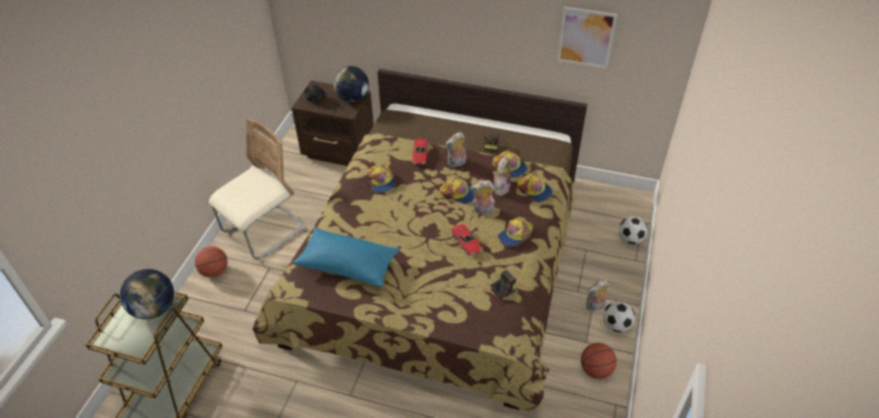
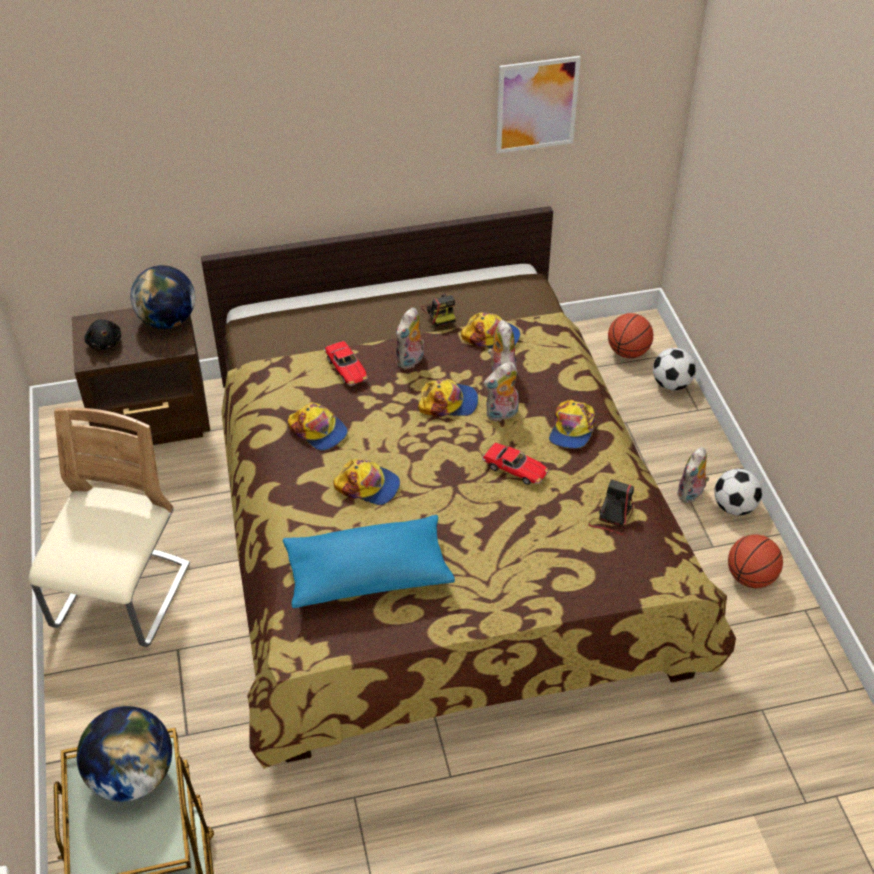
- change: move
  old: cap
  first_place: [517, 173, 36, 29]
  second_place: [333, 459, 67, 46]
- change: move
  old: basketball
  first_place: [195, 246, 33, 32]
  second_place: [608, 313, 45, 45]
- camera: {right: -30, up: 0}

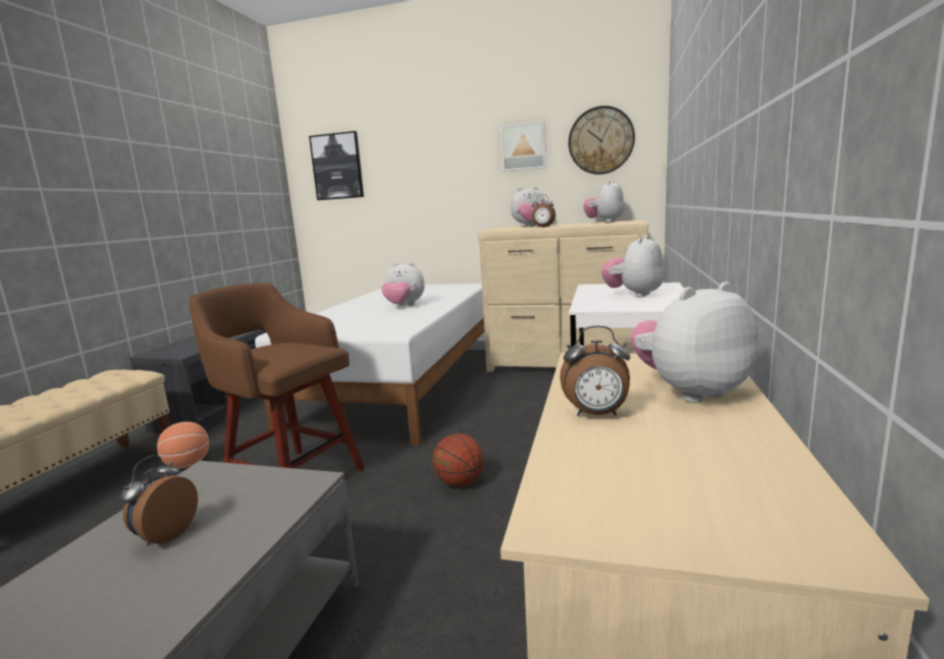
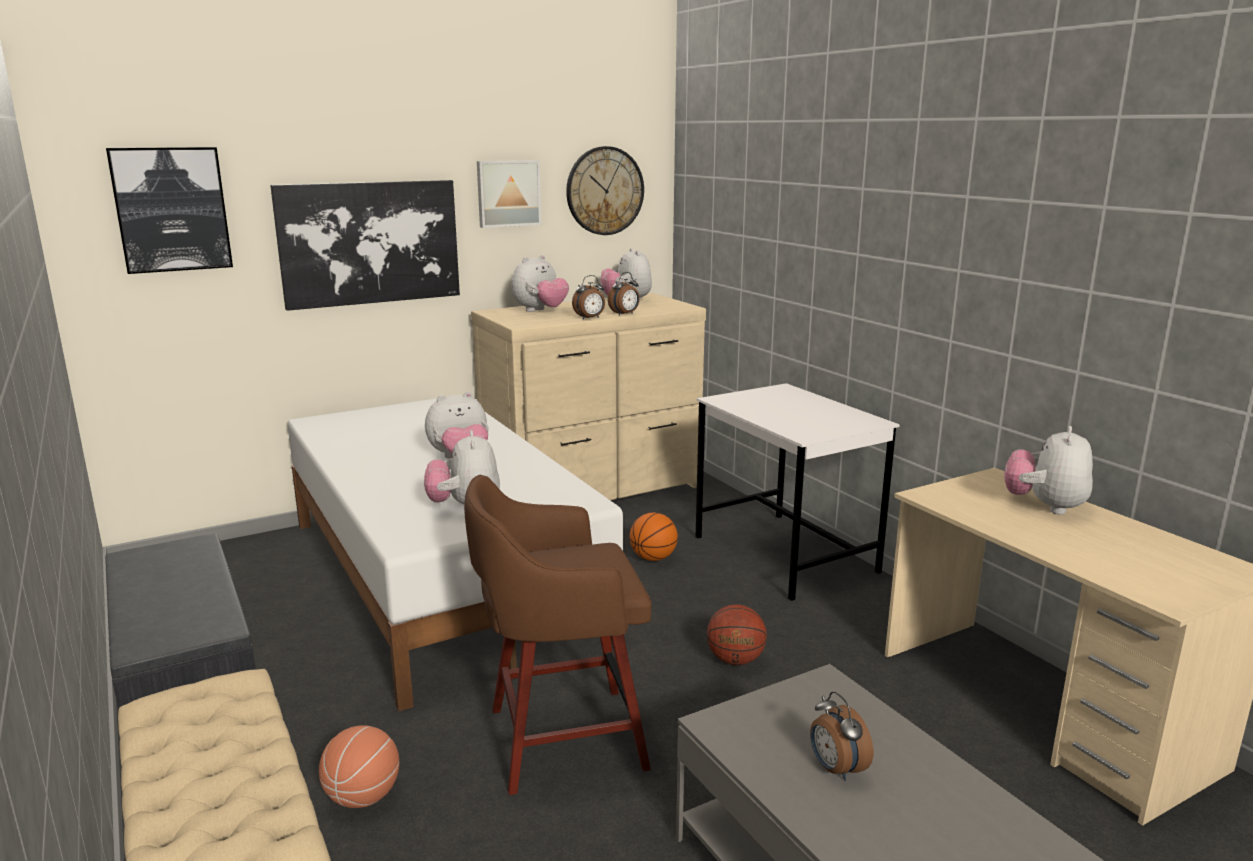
- change: insert
  new: picture
  second_place: [271, 180, 189, 131]
- change: move
  old: plush_toy
  first_place: [602, 235, 62, 62]
  second_place: [424, 430, 76, 74]
- change: move
  old: alarm_clock
  first_place: [560, 326, 70, 90]
  second_place: [608, 272, 32, 44]
- change: insert
  new: basketball
  second_place: [630, 513, 48, 48]
- camera: {right: -45, up: 5}

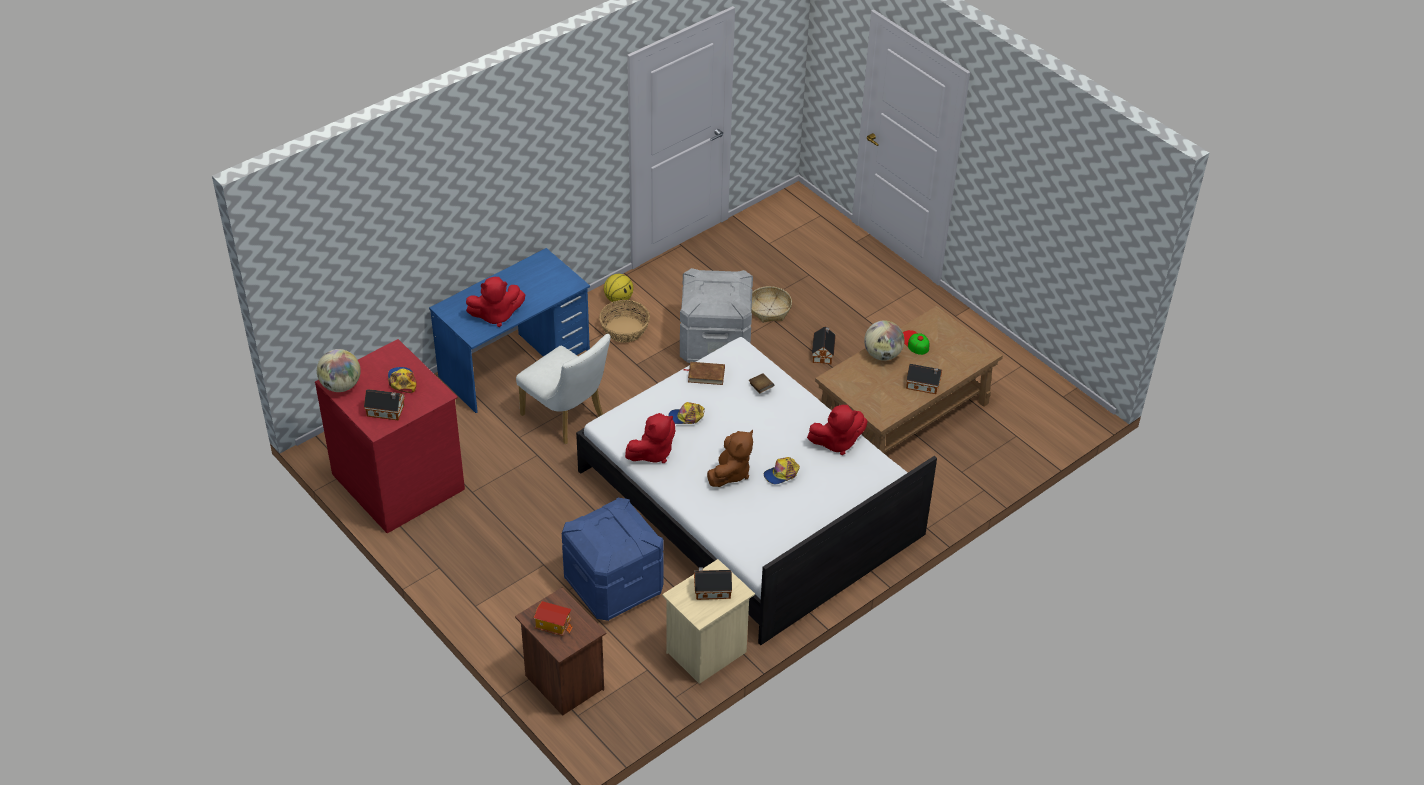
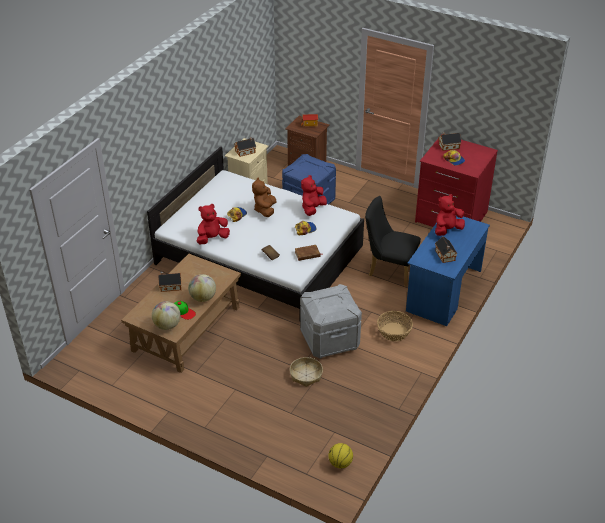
- change: move
  old: globe
  first_place: [317, 349, 44, 43]
  second_place: [152, 301, 29, 29]
- change: move
  old: basketball
  first_place: [604, 274, 29, 28]
  second_place: [328, 443, 25, 26]
- change: recolor
  old: white_chair
  new: black_chair
  first_place: [516, 334, 95, 110]
  second_place: [365, 196, 56, 91]
- change: move
  old: toy_house
  first_place: [812, 326, 24, 38]
  second_place: [435, 236, 22, 27]
- camera: {right: 160, up: -5}

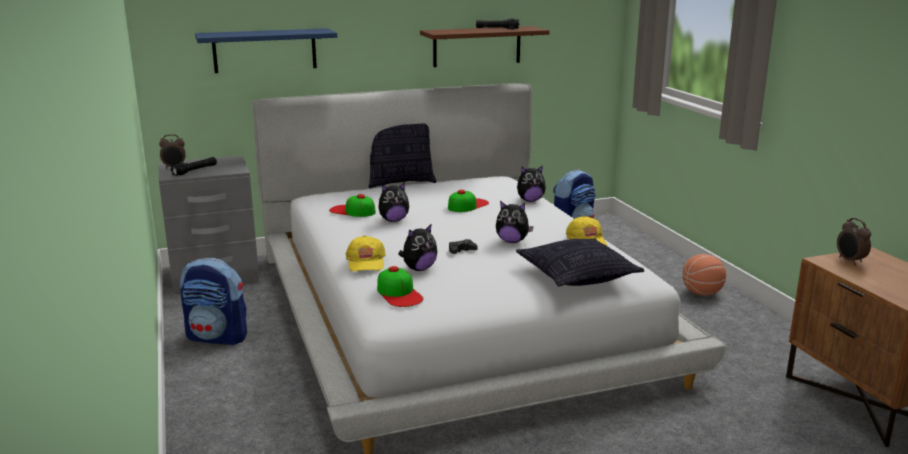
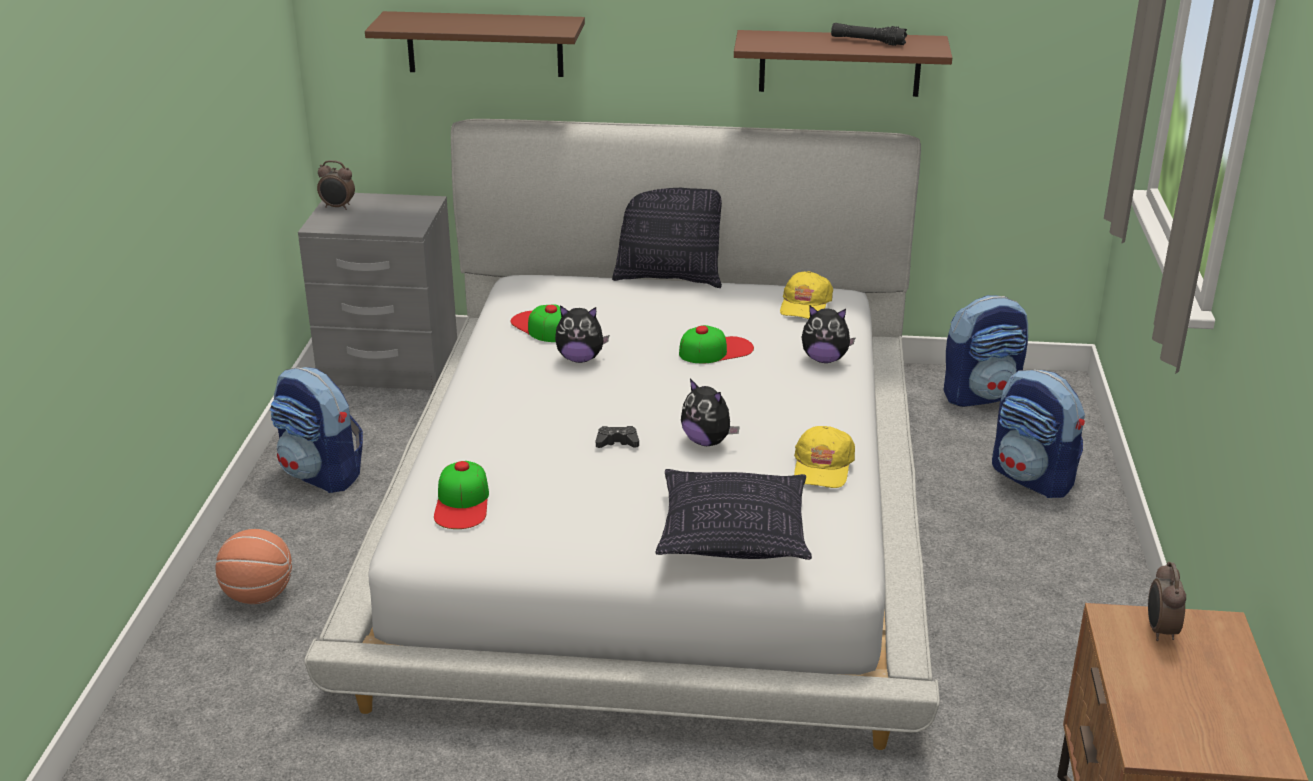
- change: move
  old: basketball
  first_place: [682, 254, 44, 42]
  second_place: [215, 529, 77, 75]
- change: recolor
  old: blue_shelf
  new: brown_shelf
  first_place: [195, 28, 142, 45]
  second_place: [365, 11, 220, 66]
- change: move
  old: yellow_cap
  first_place: [346, 235, 40, 37]
  second_place: [780, 271, 53, 48]
- change: insert
  new: backpack
  second_place: [992, 370, 93, 128]
- change: delete
  old: black_flashlight
  first_place: [170, 157, 47, 19]
- change: delete
  old: plush_toy
  first_place: [398, 223, 39, 48]
- camera: {right: 25, up: 10}

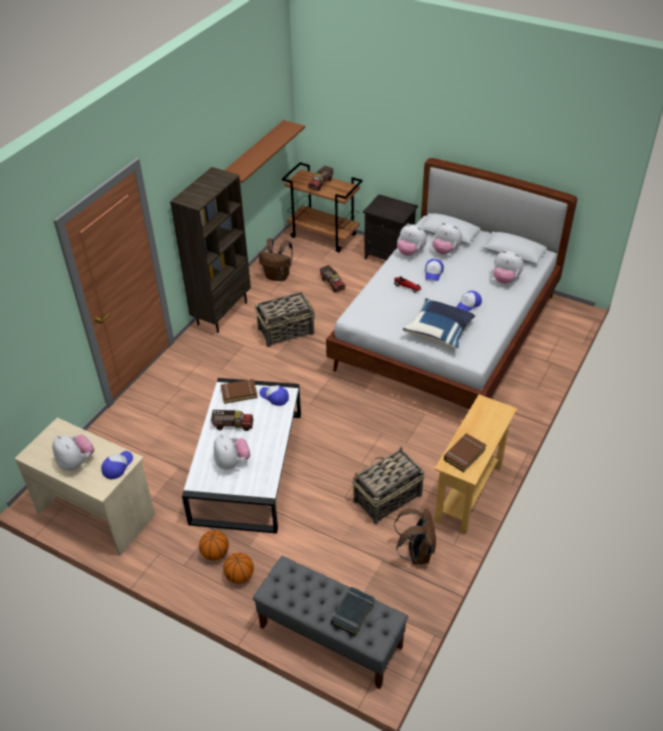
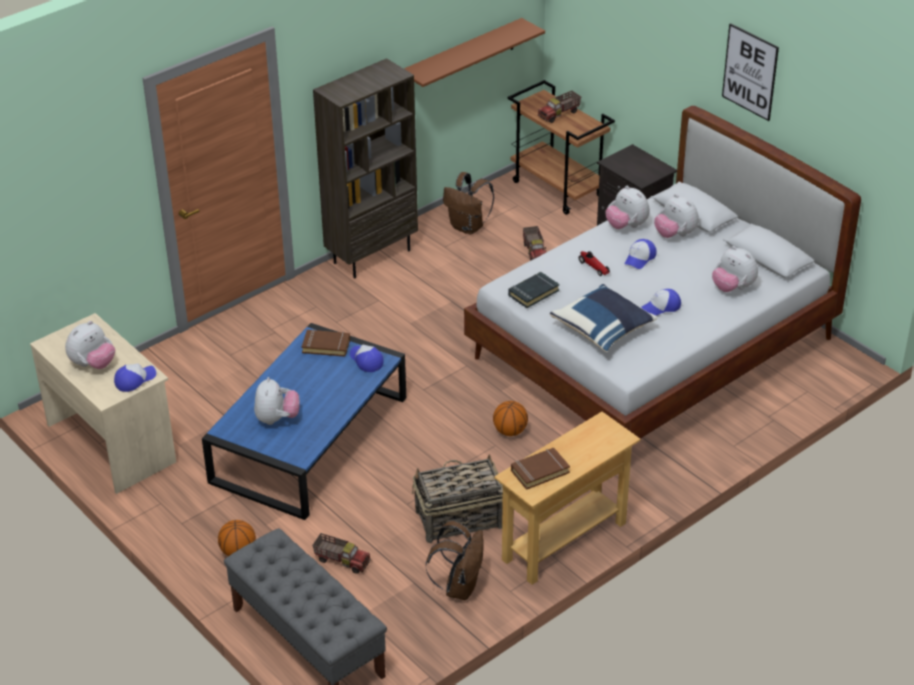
- change: rotate
  old: plush_toy
  first_place: [52, 434, 43, 37]
  second_place: [65, 321, 50, 48]
  degrees: 60
- change: recolor
  old: white_coffee_table
  new: blue_coffee_table
  first_place: [182, 378, 119, 156]
  second_place: [202, 323, 204, 197]
- change: move
  old: toy_truck
  first_place: [211, 410, 42, 21]
  second_place: [312, 533, 59, 41]
- change: move
  old: basketball
  first_place: [199, 530, 30, 31]
  second_place: [493, 401, 35, 35]
- change: move
  old: black_book
  first_place: [331, 587, 44, 48]
  second_place: [508, 272, 52, 36]
- change: insert
  new: picture
  second_place: [722, 23, 57, 98]
- change: delete
  old: basket
  first_place: [255, 292, 60, 55]
- camera: {right: 20, up: -5}

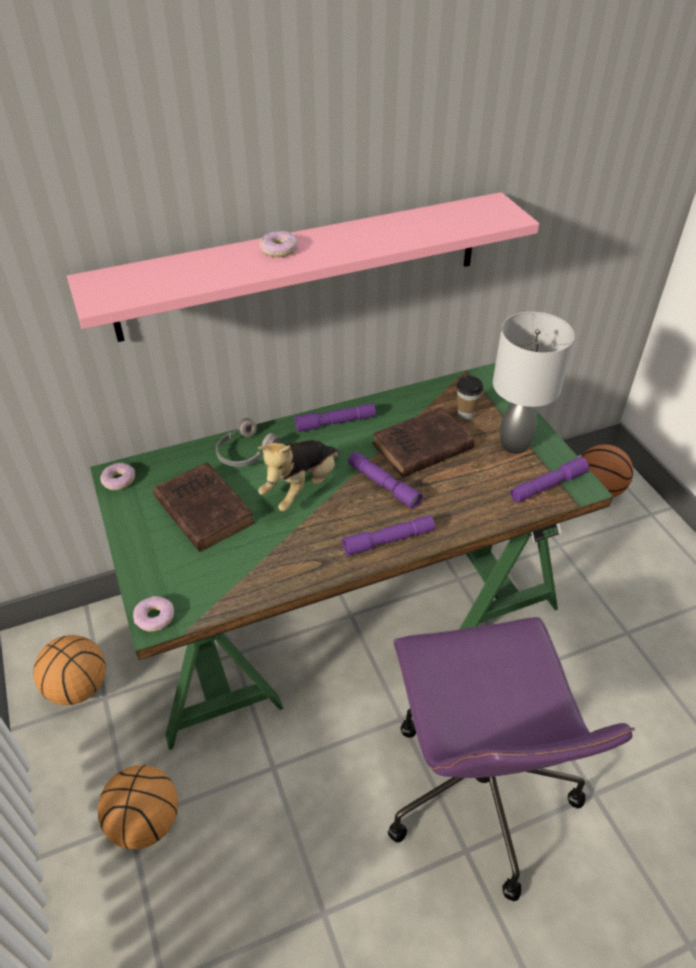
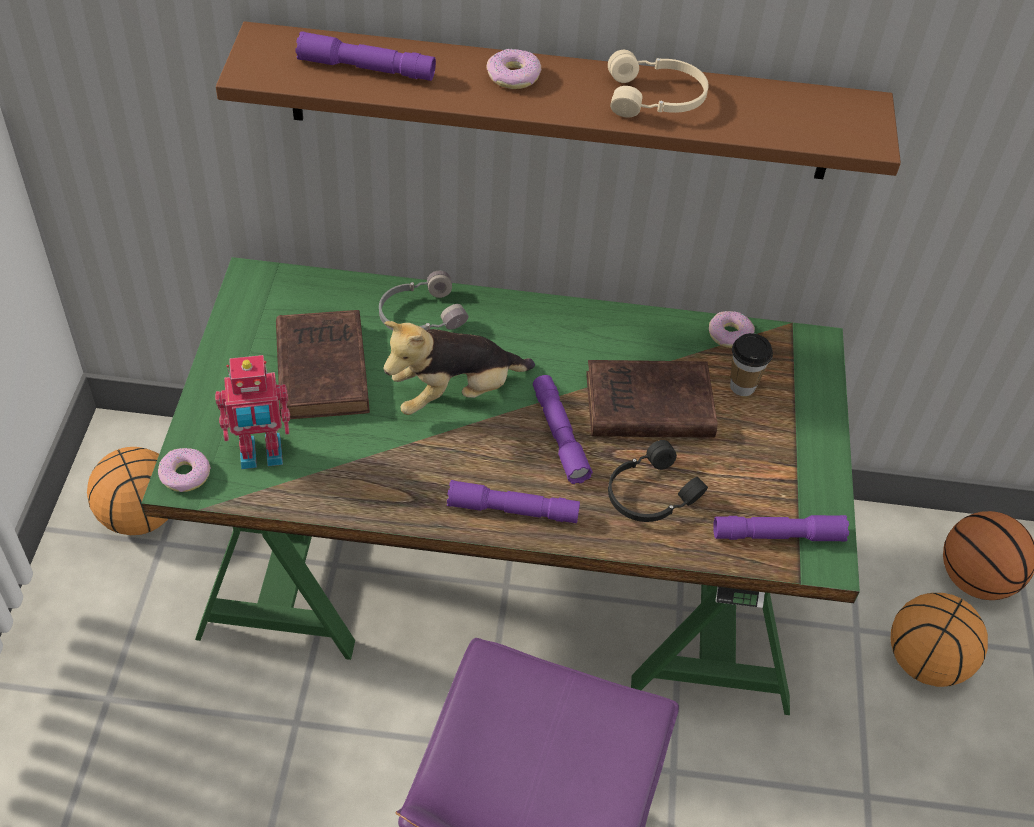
- change: insert
  new: toy_robot
  second_place: [215, 355, 75, 114]
- change: recolor
  old: pink_shelf
  new: brown_shelf
  first_place: [67, 192, 472, 150]
  second_place: [216, 21, 685, 158]
- change: move
  old: purple_flashlight
  first_place: [295, 403, 81, 29]
  second_place: [296, 32, 140, 49]
- change: insert
  new: beige_headphones
  second_place: [608, 50, 101, 68]
- change: insert
  new: black_headphones
  second_place: [608, 440, 100, 82]
- change: move
  old: donut
  first_place: [100, 462, 35, 28]
  second_place: [709, 311, 46, 37]
- change: move
  old: basketball
  first_place: [98, 765, 80, 84]
  second_place: [890, 593, 98, 94]
- change: delete
  old: grey_table_lamp
  first_place: [493, 312, 82, 142]
- camera: {right: 25, up: 5}

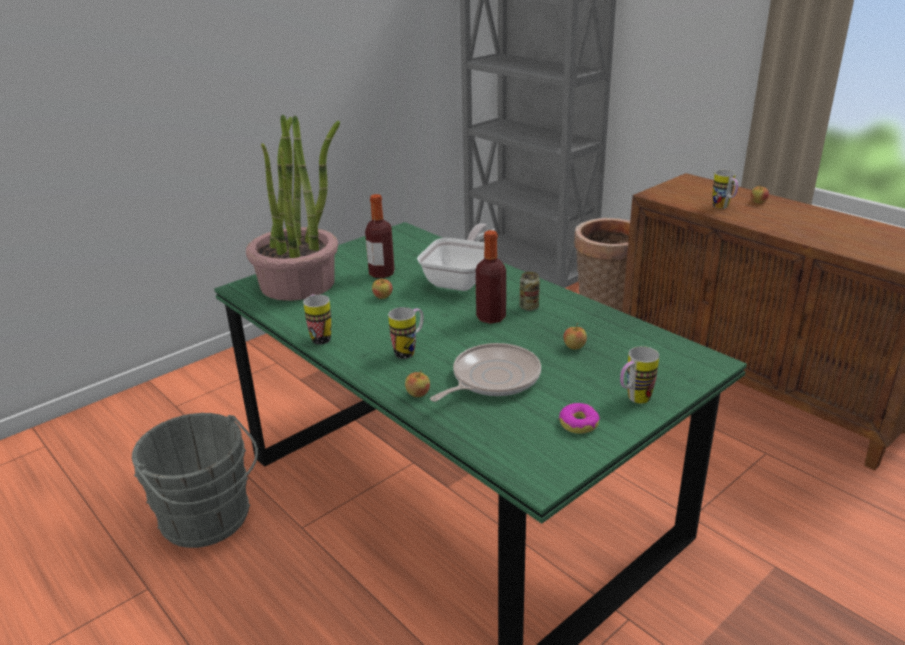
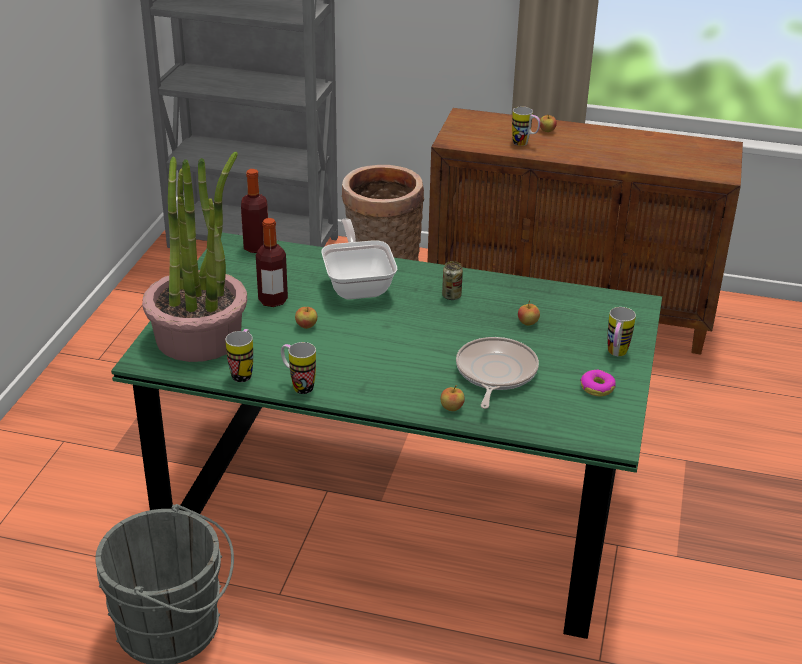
- change: move
  old: mug
  first_place: [388, 307, 36, 52]
  second_place: [225, 329, 28, 53]
- change: move
  old: bottle
  first_place: [476, 230, 30, 94]
  second_place: [241, 169, 27, 84]
- camera: {right: -35, up: 5}

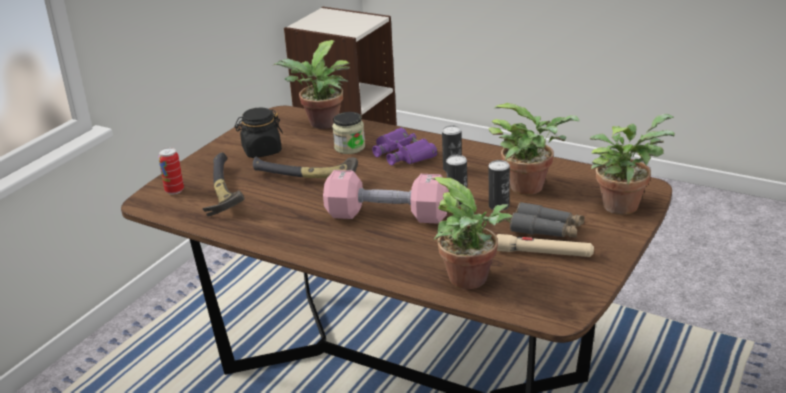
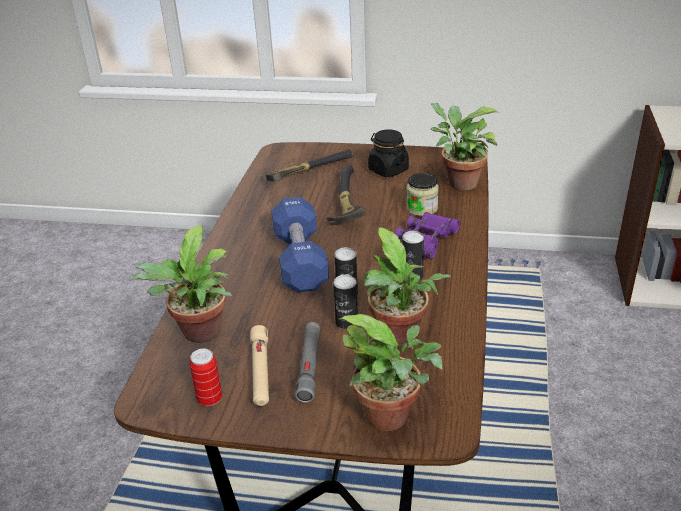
- change: move
  old: can
  first_place: [158, 148, 26, 47]
  second_place: [190, 348, 32, 58]
- change: recolor
  old: pink_dumbbell
  new: blue_dumbbell
  first_place: [323, 170, 126, 54]
  second_place: [271, 197, 58, 96]
- change: replace
  old: grey_binoculars
  new: grey_flashlight
  first_place: [510, 202, 75, 36]
  second_place: [295, 322, 25, 81]
- camera: {right: 70, up: 5}

